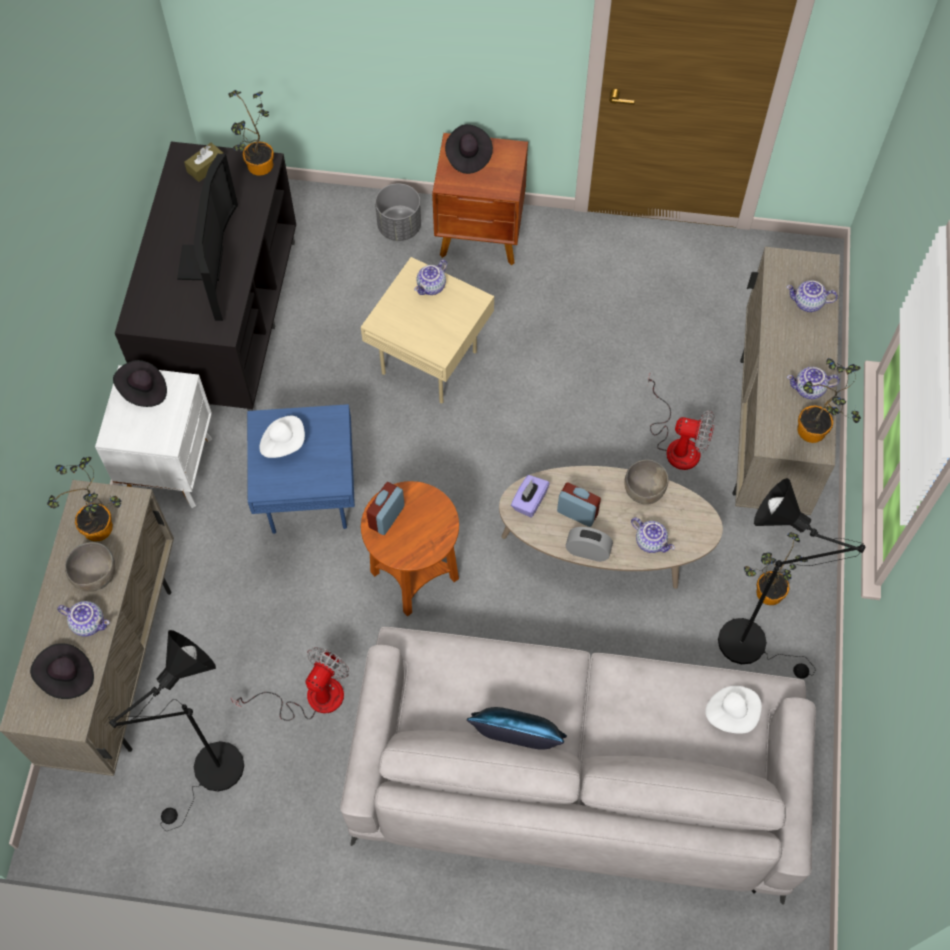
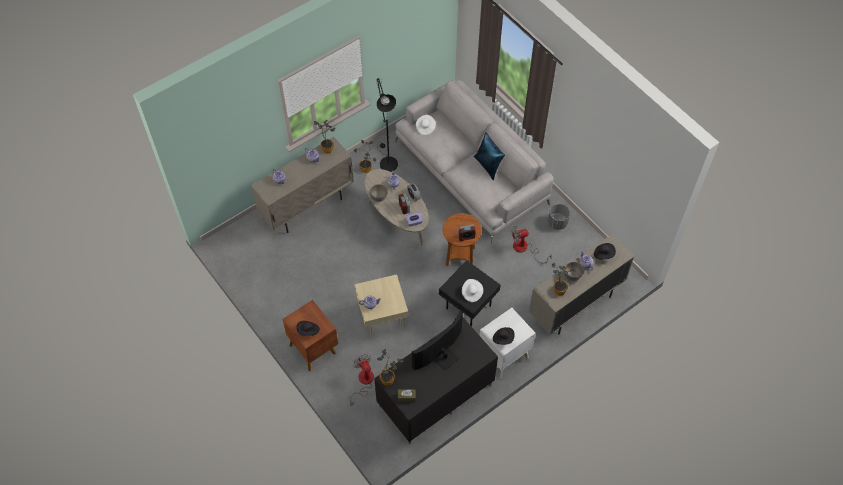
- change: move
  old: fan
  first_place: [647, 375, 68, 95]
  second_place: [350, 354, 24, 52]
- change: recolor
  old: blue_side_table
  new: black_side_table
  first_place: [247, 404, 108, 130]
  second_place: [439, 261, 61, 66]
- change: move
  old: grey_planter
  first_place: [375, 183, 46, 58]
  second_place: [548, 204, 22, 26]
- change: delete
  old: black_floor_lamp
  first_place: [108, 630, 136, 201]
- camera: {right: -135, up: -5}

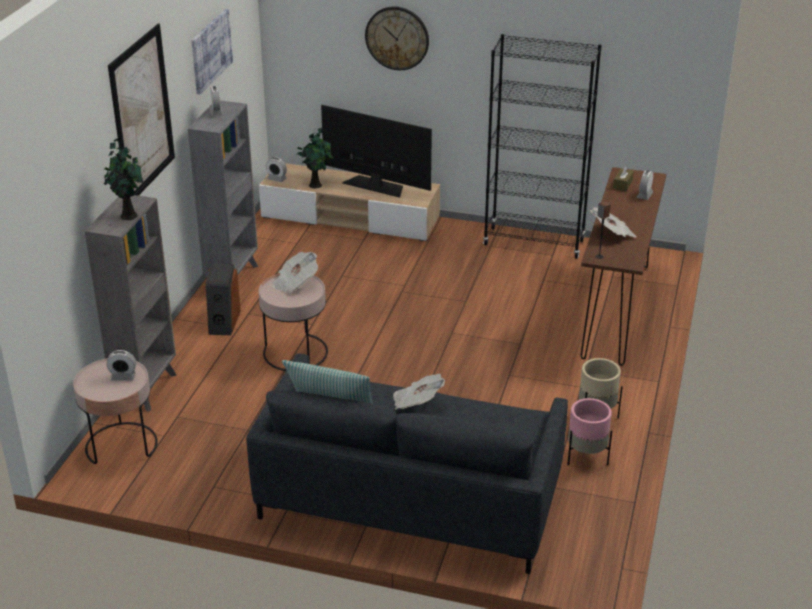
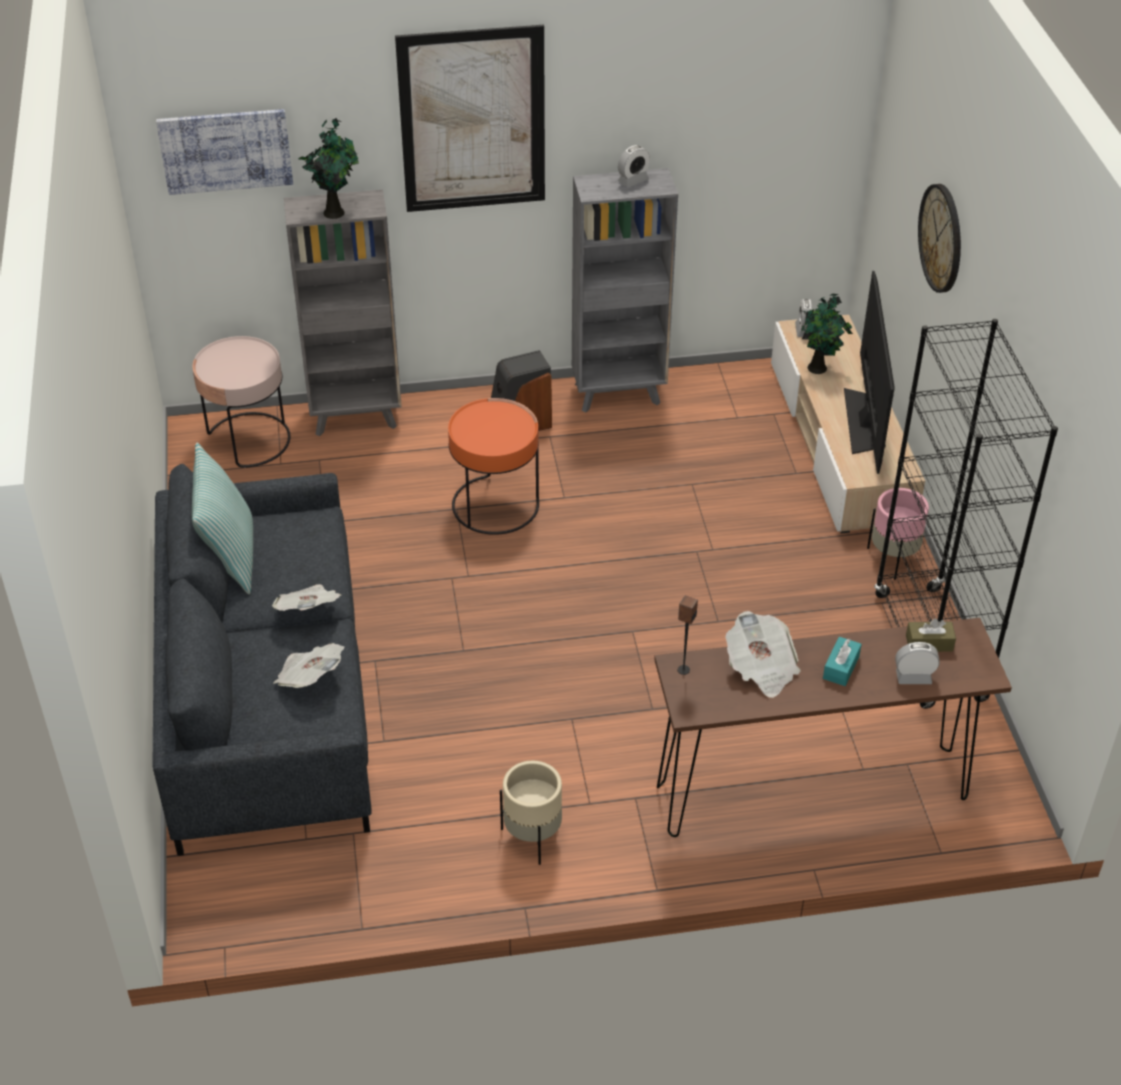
- change: move
  old: picture
  first_place: [191, 9, 42, 85]
  second_place: [156, 109, 137, 86]
- change: move
  old: newspaper
  first_place: [271, 252, 47, 41]
  second_place: [274, 643, 71, 45]
- change: recolor
  old: pink_side_table
  new: orange_side_table
  first_place: [259, 273, 69, 98]
  second_place: [448, 398, 91, 137]
- change: insert
  new: turquoise_tissue_box
  second_place: [823, 637, 39, 49]
- change: move
  old: pink_planter
  first_place: [568, 398, 44, 68]
  second_place: [867, 488, 62, 92]
- change: delete
  old: alarm_clock
  first_place: [107, 350, 29, 31]
- camera: {right: 65, up: 10}

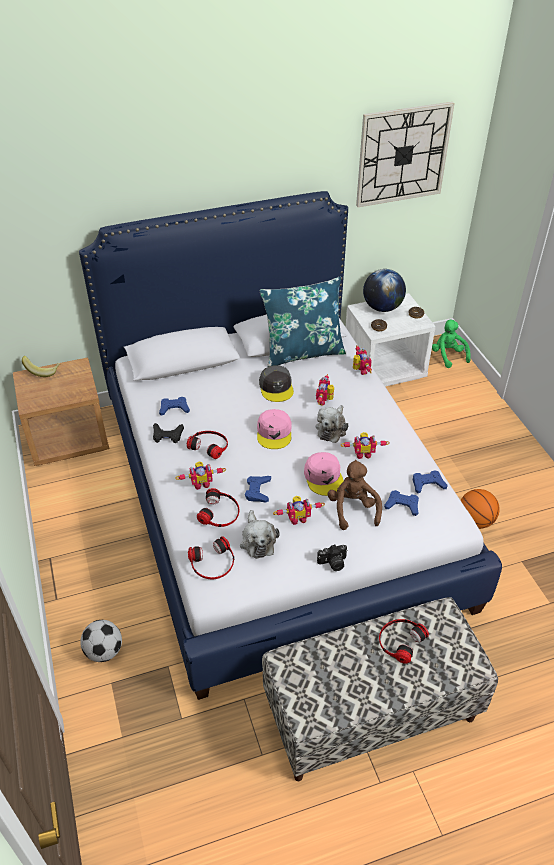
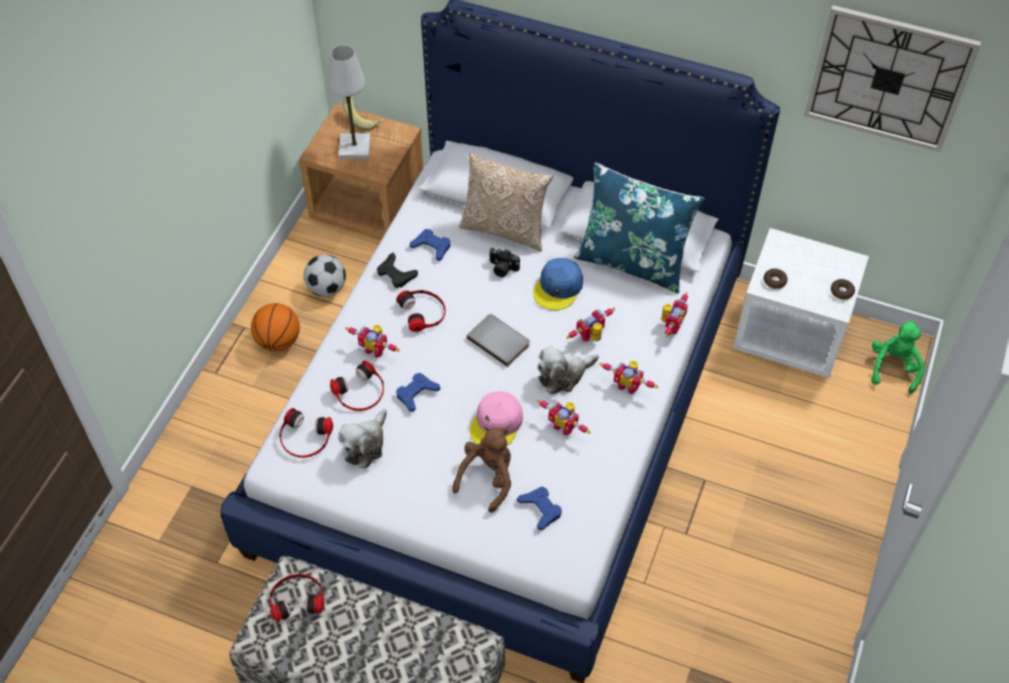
- change: move
  old: basketball
  first_place: [460, 489, 40, 40]
  second_place: [251, 303, 49, 49]
- change: move
  old: headphones
  first_place: [379, 619, 50, 45]
  second_place: [270, 574, 54, 48]
- change: move
  old: football
  first_place: [80, 620, 42, 42]
  second_place: [304, 254, 42, 43]
- change: insert
  new: white_table_lamp
  second_place: [328, 45, 42, 114]
- change: insert
  new: pillow
  second_place: [459, 153, 94, 99]
- change: replace
  old: pink_cap
  new: grey_book
  first_place: [257, 409, 34, 40]
  second_place: [467, 314, 63, 53]
- change: move
  old: photo_camera
  first_place: [317, 544, 31, 27]
  second_place: [489, 248, 31, 29]
- change: recolor
  old: grey_cap
  new: blue_cap
  first_place: [259, 365, 35, 37]
  second_place: [533, 258, 50, 52]
- change: move
  old: toy_robot
  first_place: [273, 496, 52, 29]
  second_place: [600, 361, 58, 33]
- change: delete
  old: globe
  first_place: [363, 269, 43, 43]
- change: delete
  old: blue_game_controller
  first_place: [413, 470, 35, 23]
- camera: {right: 40, up: 10}

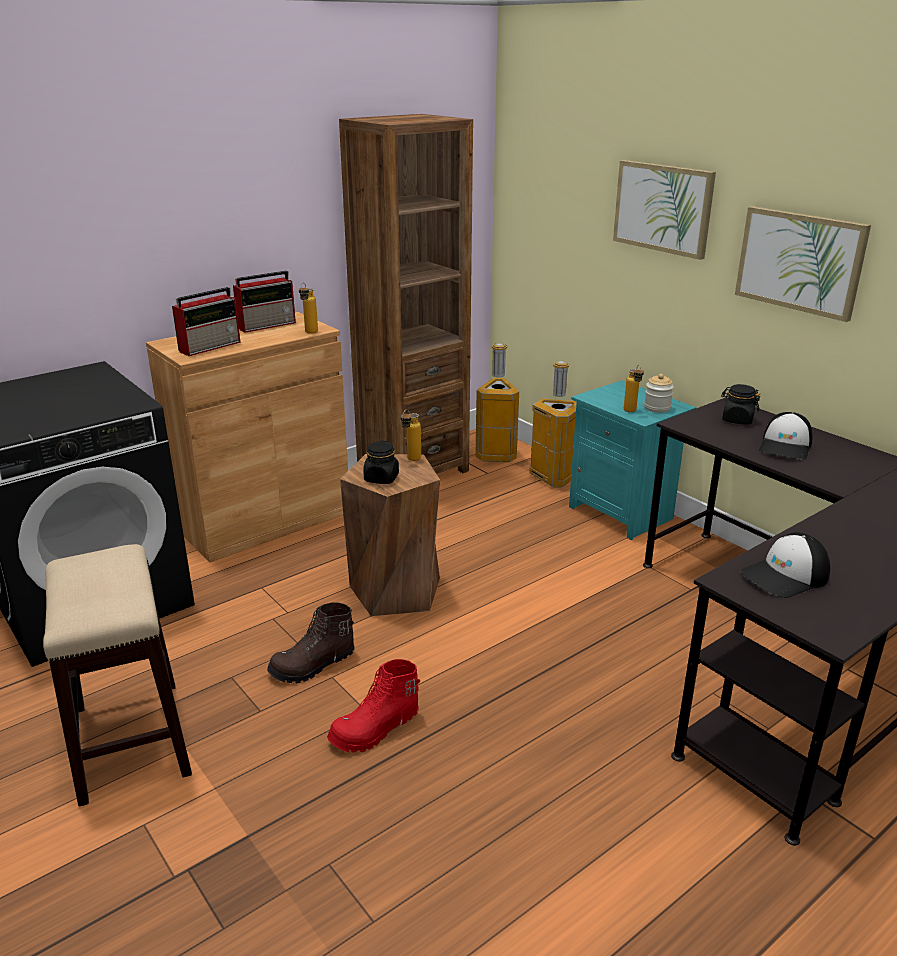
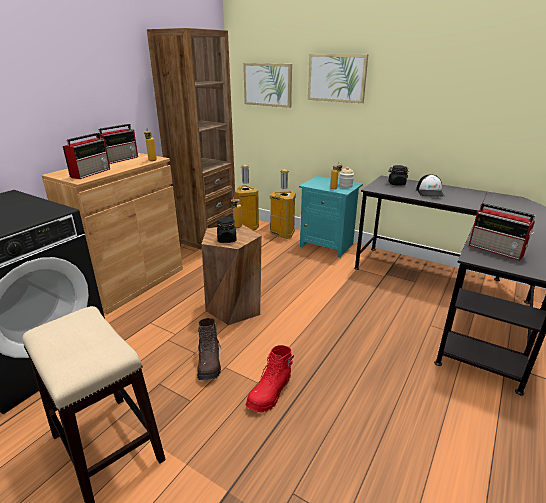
- change: rotate
  old: brown_boot
  first_place: [267, 602, 88, 81]
  second_place: [197, 318, 24, 62]
  degrees: -45
- change: move
  old: picture
  first_place: [735, 206, 136, 116]
  second_place: [243, 63, 49, 45]
- change: replace
  old: cap
  new: radio
  first_place: [741, 532, 89, 66]
  second_place: [469, 203, 66, 58]
- camera: {right: -20, up: 0}

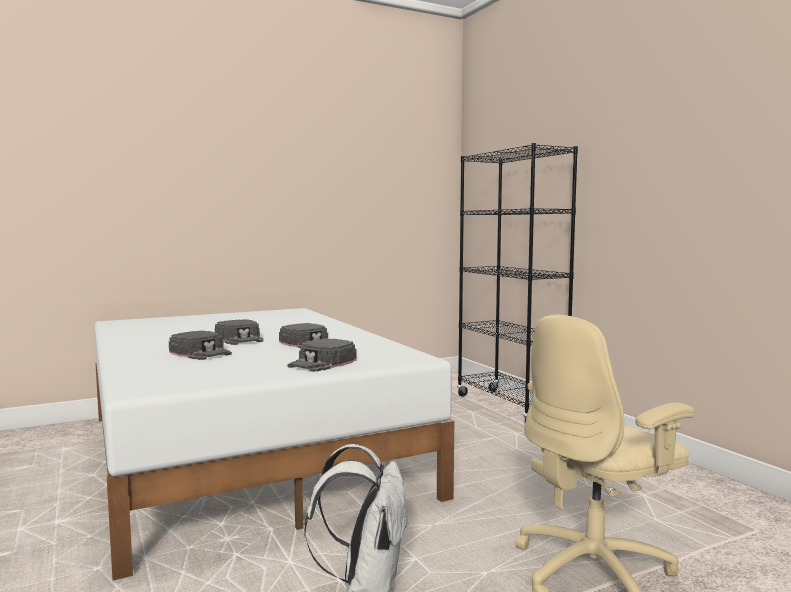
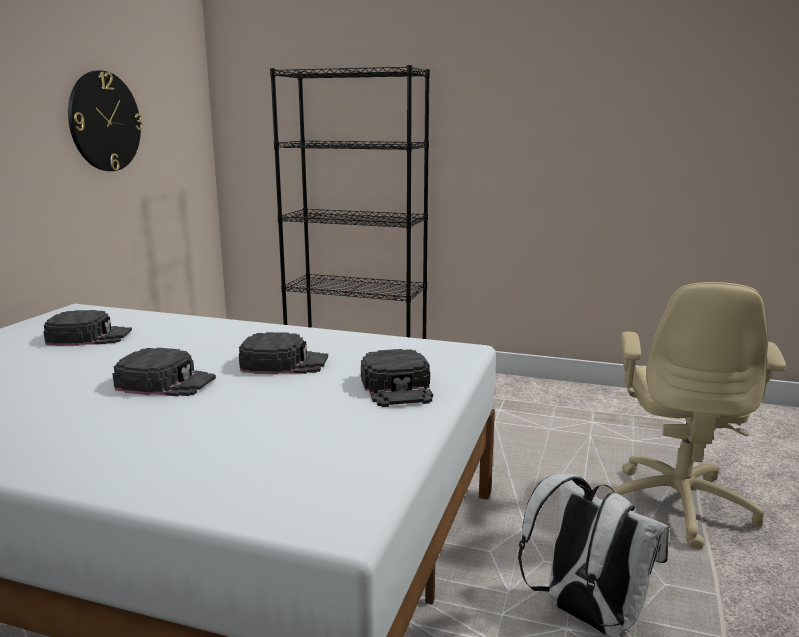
- change: move
  old: black_cap
  first_place: [169, 330, 63, 30]
  second_place: [43, 310, 89, 36]
- change: insert
  new: wall_clock
  second_place: [68, 71, 75, 100]
- camera: {right: -45, up: 10}

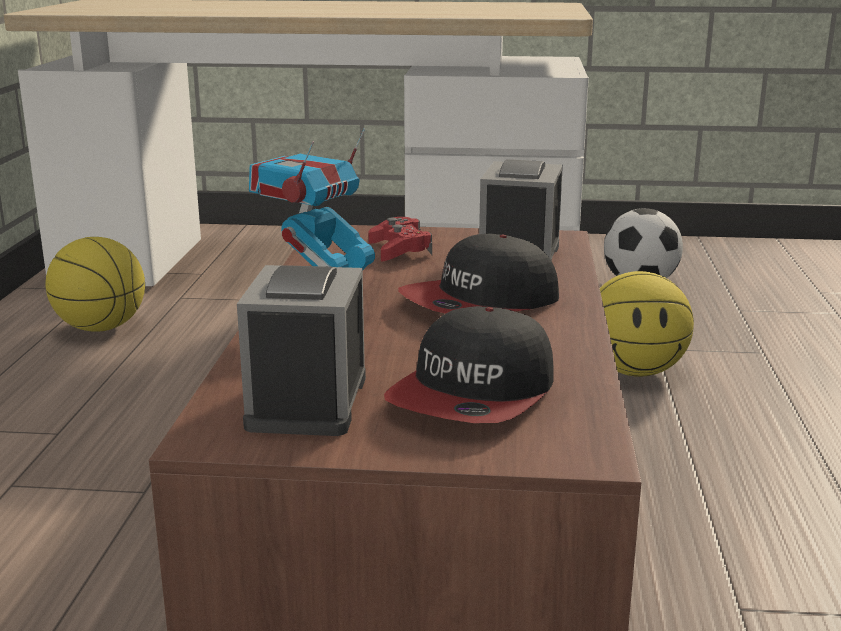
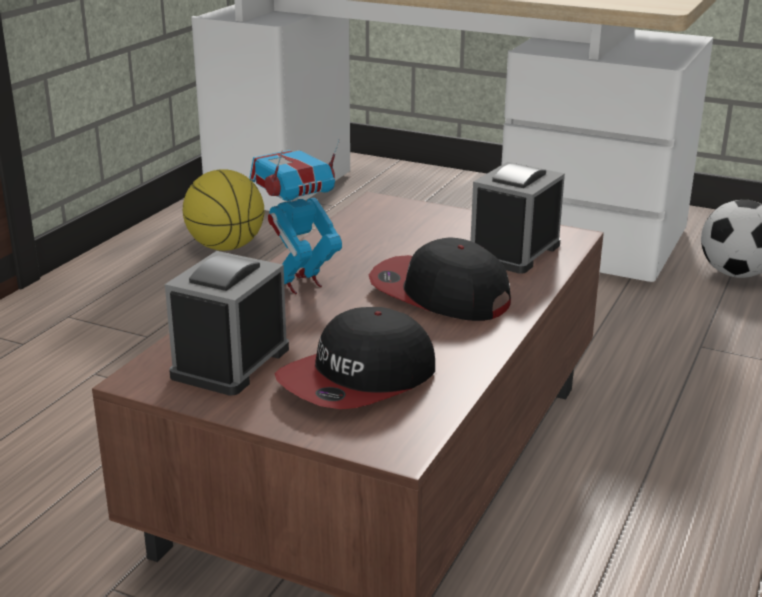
- change: rotate
  old: cap
  first_place: [398, 234, 161, 80]
  second_place: [369, 237, 142, 84]
  degrees: 45
- change: delete
  old: red_game_controller
  first_place: [368, 217, 64, 45]
- change: delete
  old: basketball
  first_place: [600, 271, 94, 106]
- camera: {right: 20, up: 5}

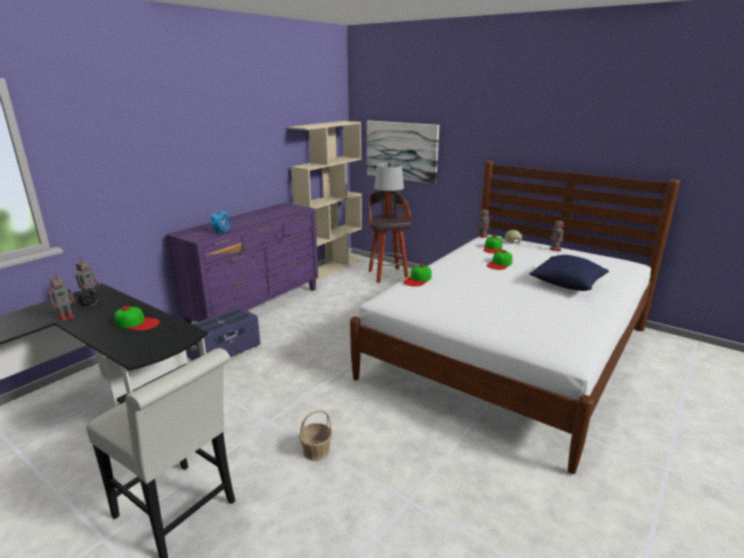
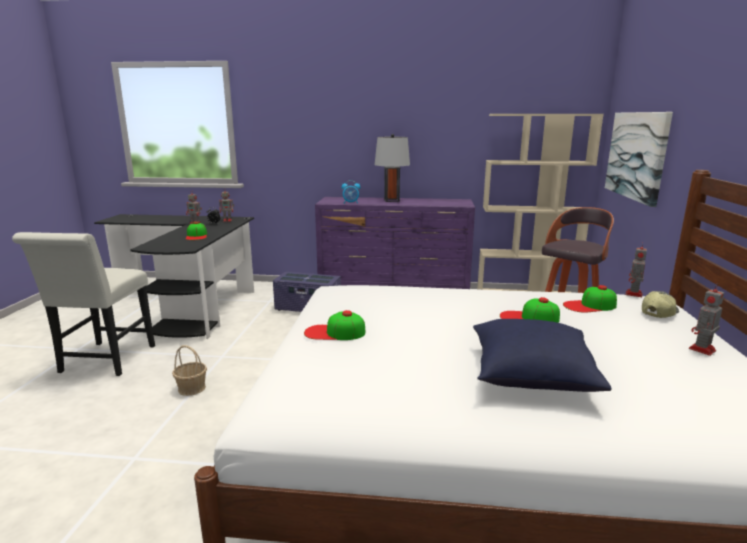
- change: move
  old: cap
  first_place: [403, 264, 28, 23]
  second_place: [304, 310, 61, 30]
- change: move
  old: grey_table_lamp
  first_place: [374, 162, 30, 57]
  second_place: [374, 134, 36, 68]
- camera: {right: 60, up: -5}

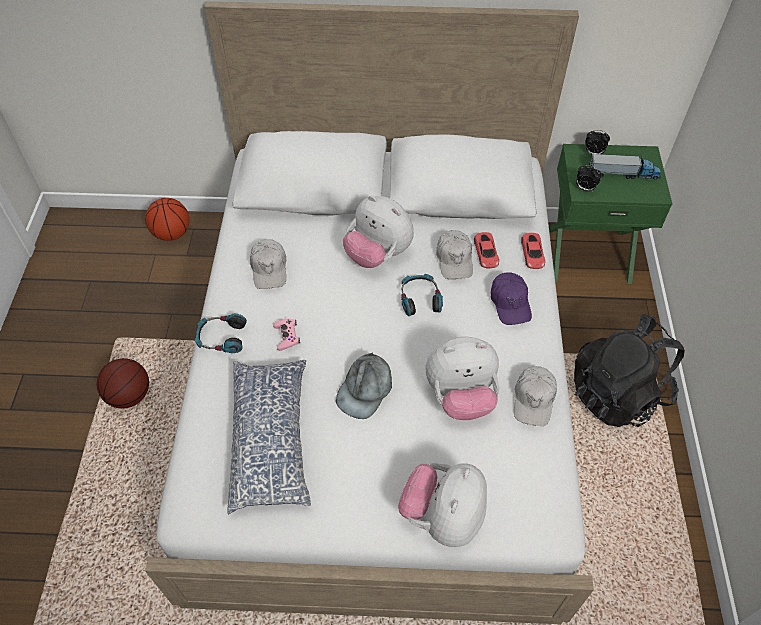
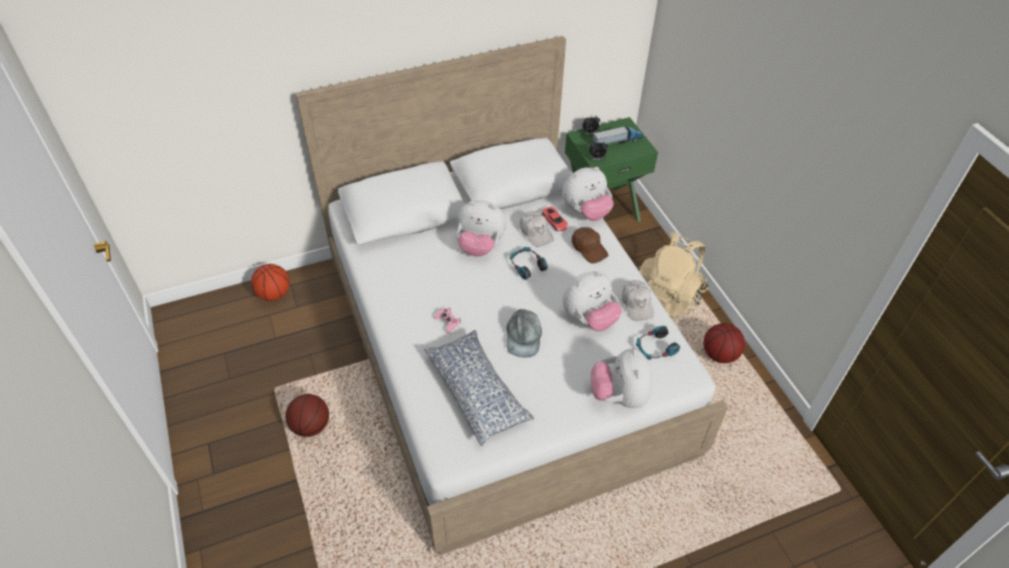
- change: replace
  old: red_toy_car
  new: plush_toy
  first_place: [521, 233, 24, 36]
  second_place: [562, 167, 52, 54]
- change: recolor
  old: purple_cap
  new: brown_cap
  first_place: [491, 272, 41, 53]
  second_place: [572, 227, 36, 37]
- change: move
  old: headphones
  first_place: [194, 314, 53, 39]
  second_place: [636, 326, 44, 34]
- change: recolor
  old: black_backpack
  new: beige_backpack
  first_place: [574, 314, 111, 113]
  second_place: [637, 232, 72, 87]
- change: insert
  new: basketball
  second_place: [704, 323, 41, 40]
- change: delete
  old: white_cap
  first_place: [250, 239, 36, 50]
- camera: {right: -25, up: -5}

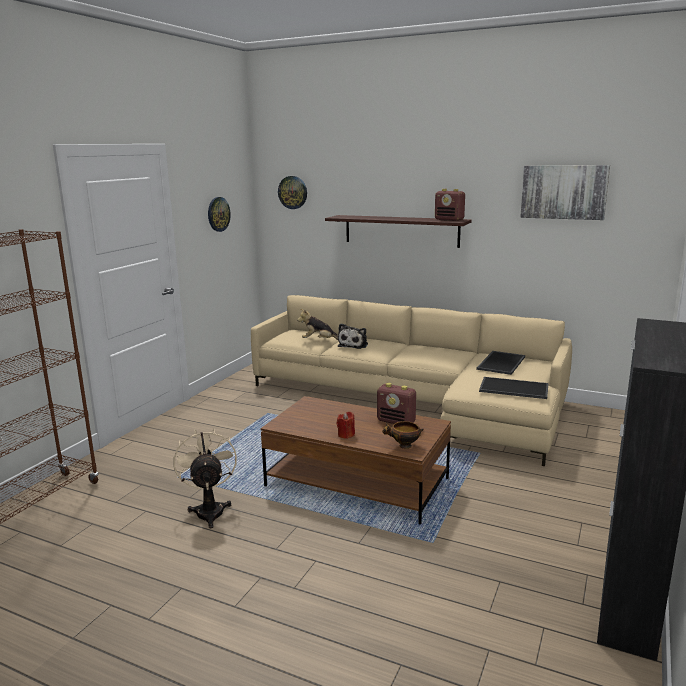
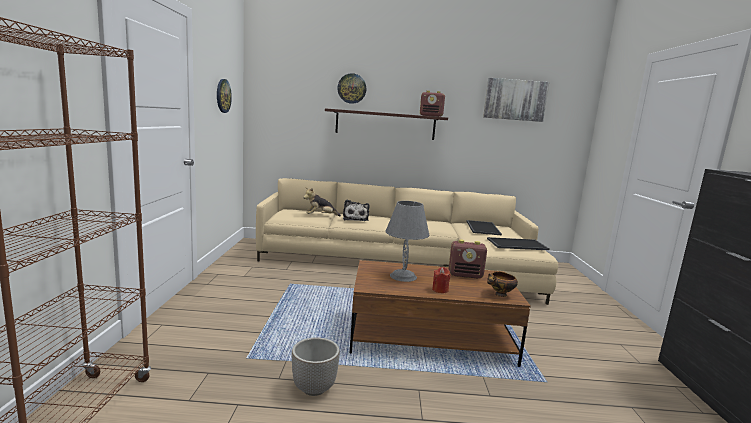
- change: replace
  old: beige_fan
  new: planter
  first_place: [173, 428, 64, 100]
  second_place: [292, 337, 48, 59]
- change: move
  old: wall_clock
  first_place: [278, 176, 29, 33]
  second_place: [337, 73, 29, 31]
- change: insert
  new: grey_table_lamp
  second_place: [386, 201, 44, 81]
- camera: {right: -25, up: -5}

